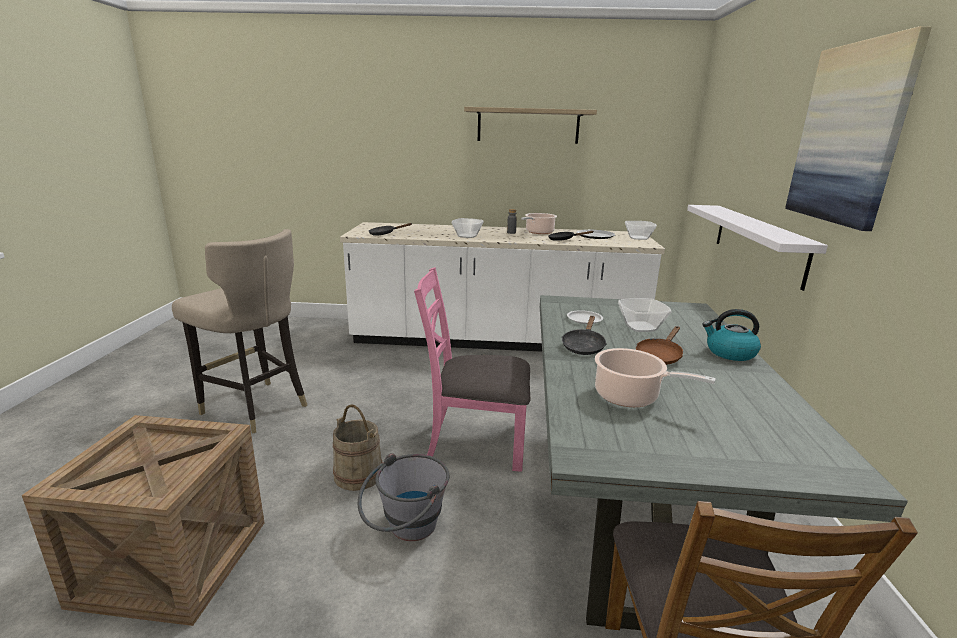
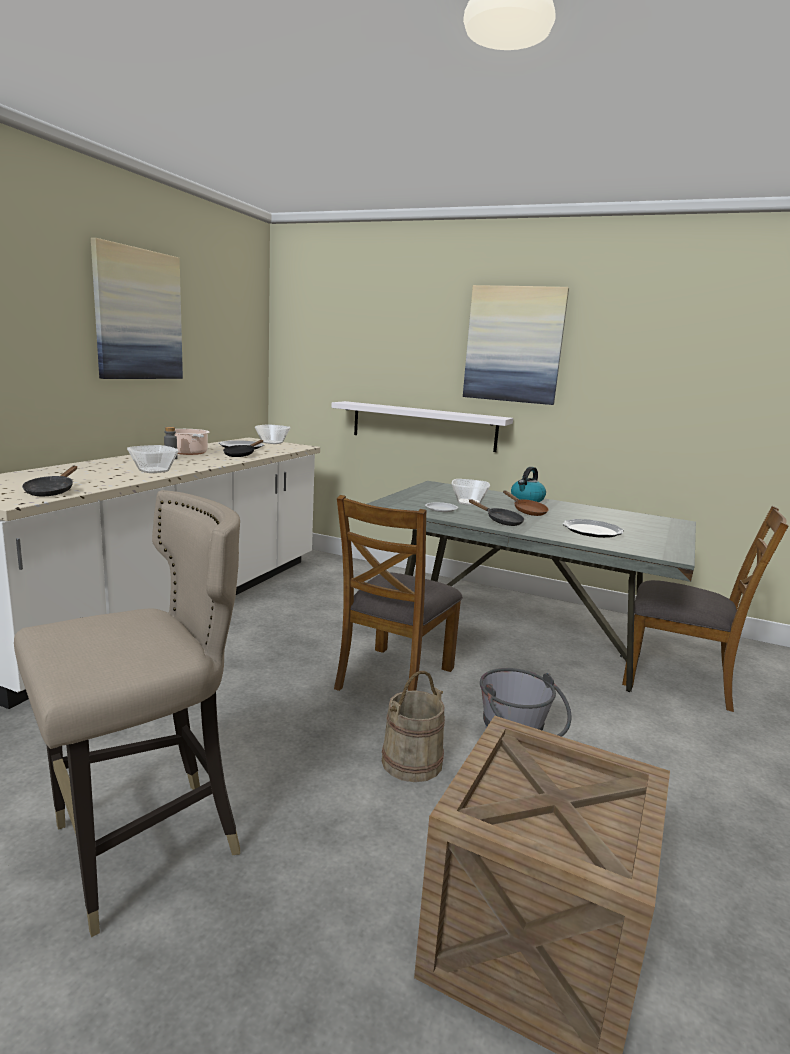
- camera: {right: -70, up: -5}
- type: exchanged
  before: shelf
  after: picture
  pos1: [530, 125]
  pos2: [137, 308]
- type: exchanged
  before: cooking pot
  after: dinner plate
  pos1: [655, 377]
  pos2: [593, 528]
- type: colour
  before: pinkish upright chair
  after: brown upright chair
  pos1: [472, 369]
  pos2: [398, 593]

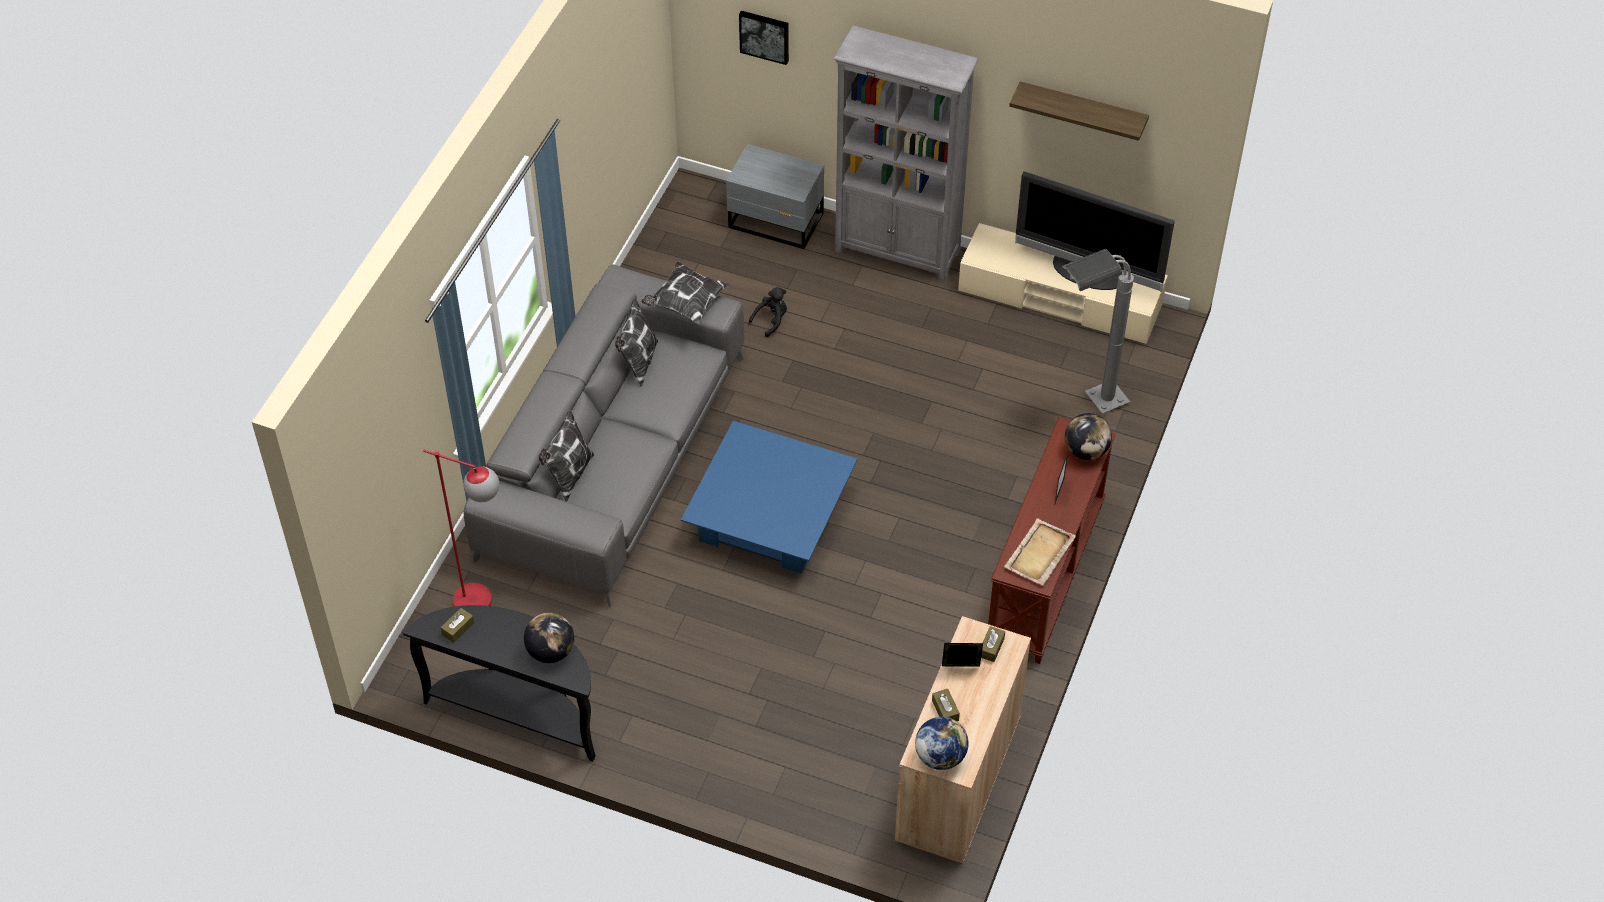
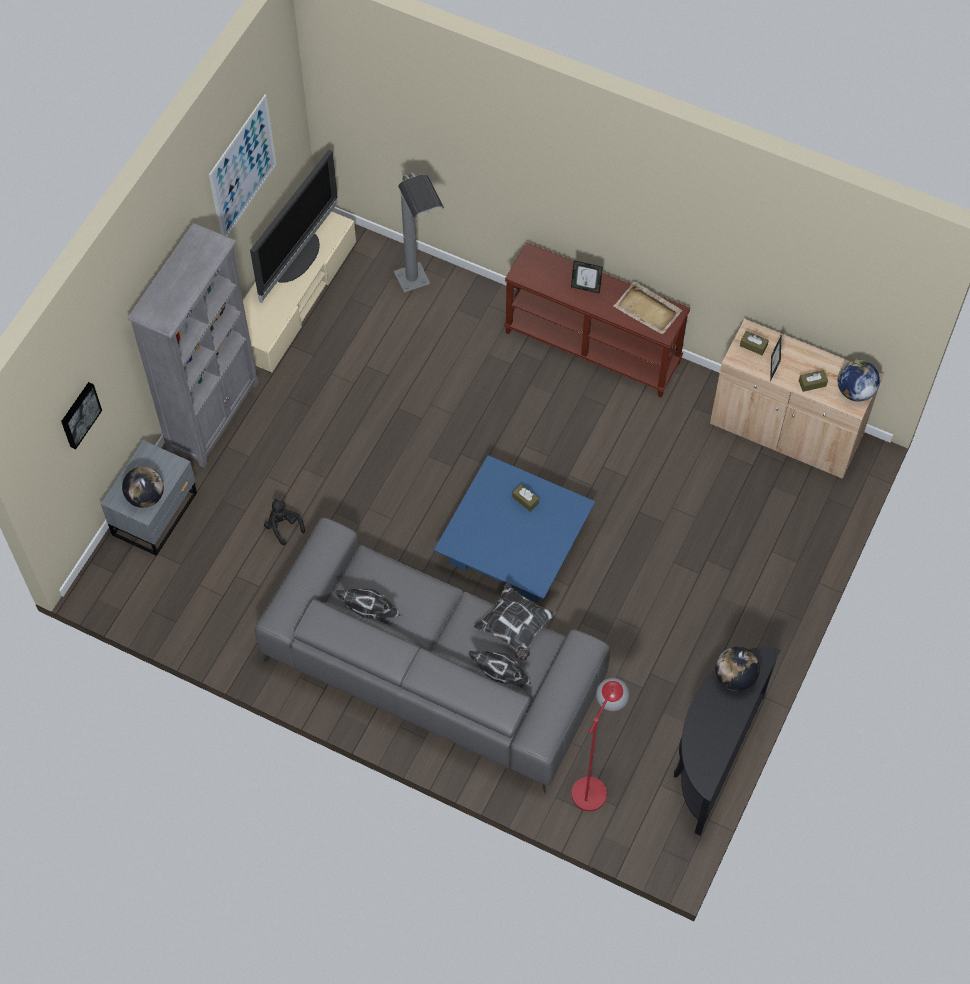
- camera: {right: -85, up: 10}
- type: relocated
  before: brown tissue holder
  pos1: [457, 625]
  pos2: [525, 498]
- type: relocated
  before: cushion
  pos1: [686, 292]
  pos2: [514, 622]
- type: relocated
  before: globe
  pos1: [1088, 436]
  pos2: [143, 487]
- type: exchanged
  before: shelf
  after: picture
  pos1: [1079, 111]
  pos2: [243, 165]

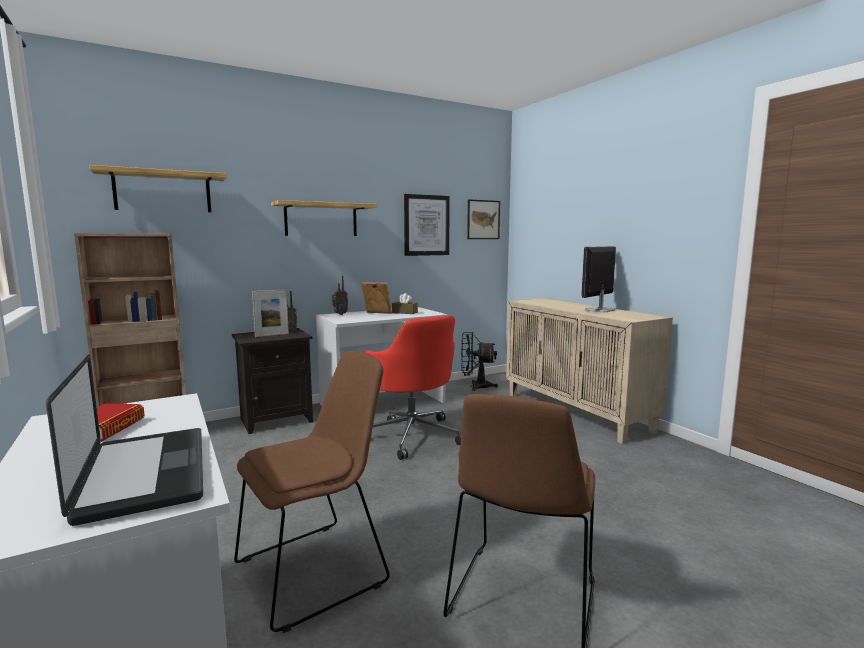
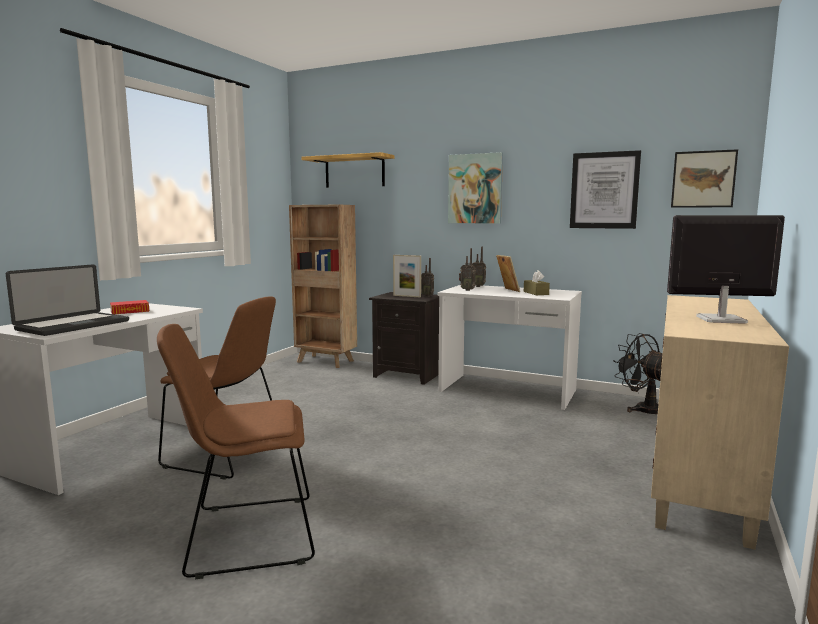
- camera: {right: 55, up: 0}
- type: missing
  before: reddish office chair
  pos1: [412, 387]
- type: appeared
  after: radio
  pos2: [467, 269]
- type: exchanged
  before: shelf
  after: picture
  pos1: [324, 218]
  pos2: [475, 188]

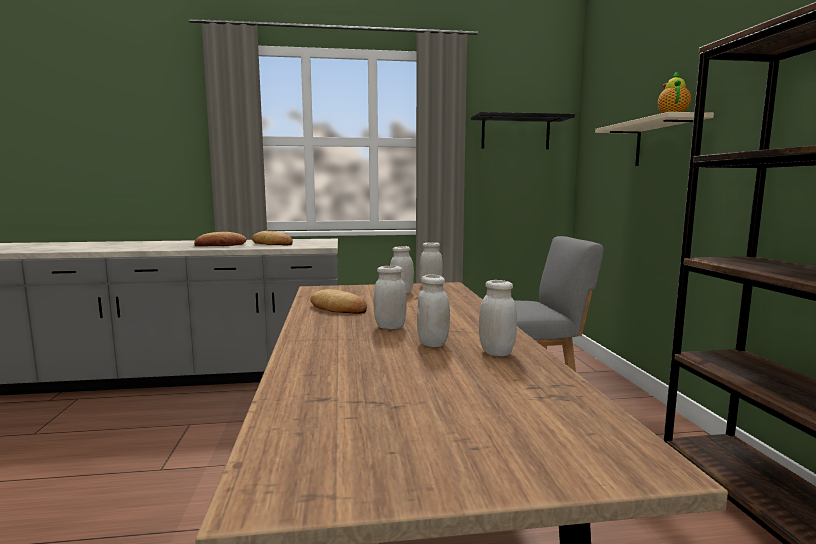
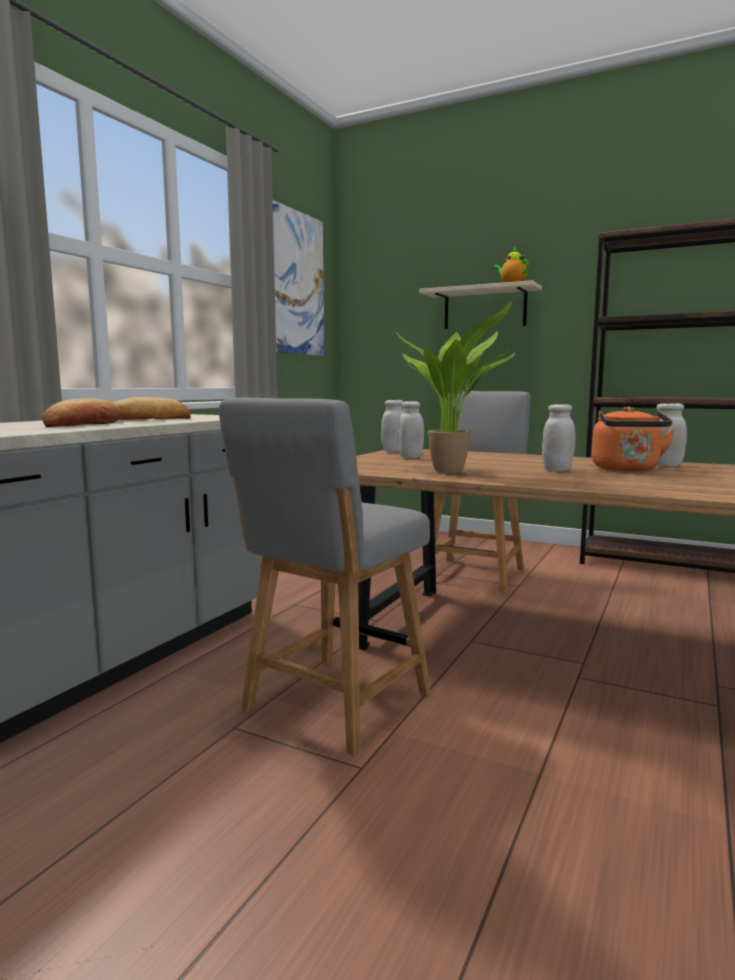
- camera: {right: -55, up: 0}
- type: appeared
  after: gray upright chair
  pos2: [325, 577]
- type: exchanged
  before: bakery bread
  after: houseplant
  pos1: [338, 301]
  pos2: [455, 387]
- type: exchanged
  before: white storage jar
  after: orange-coloured tea kettle
  pos1: [433, 310]
  pos2: [633, 438]
- type: exchanged
  before: black-coloured shelf
  after: picture
  pos1: [523, 130]
  pos2: [298, 278]

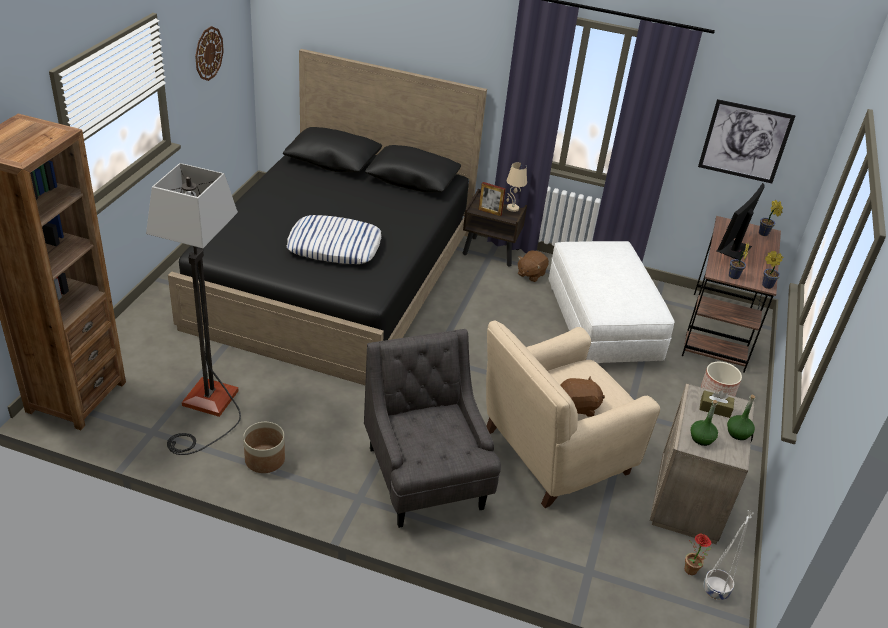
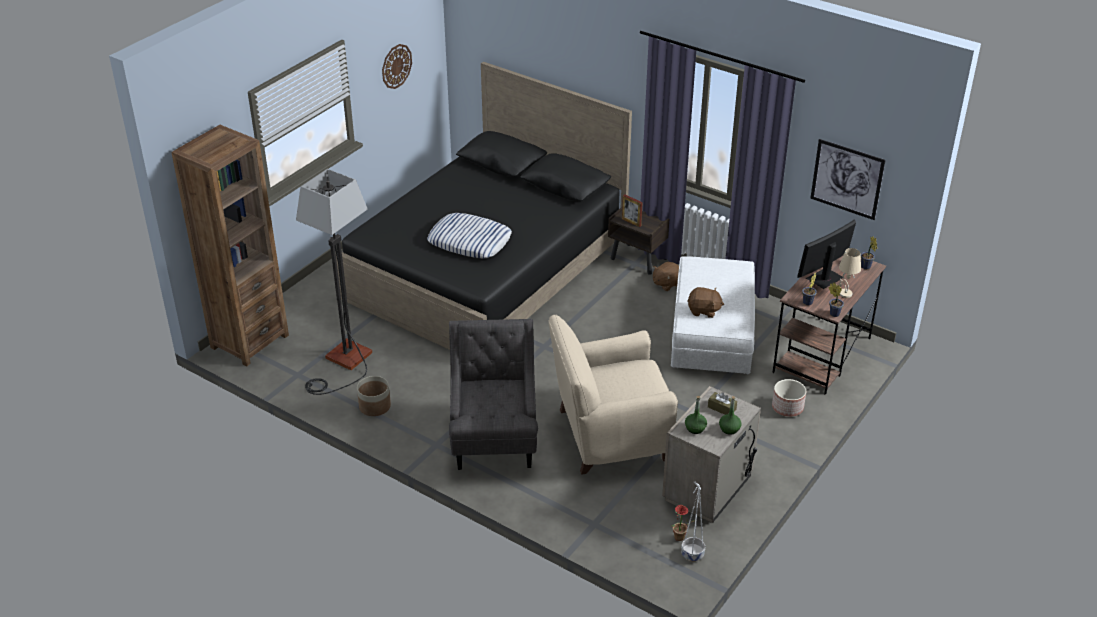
- camera: {right: 20, up: 0}
- type: relocated
  before: beige tabletop lamp
  pos1: [516, 187]
  pos2: [850, 273]
- type: relocated
  before: brown soft toy
  pos1: [582, 396]
  pos2: [705, 302]

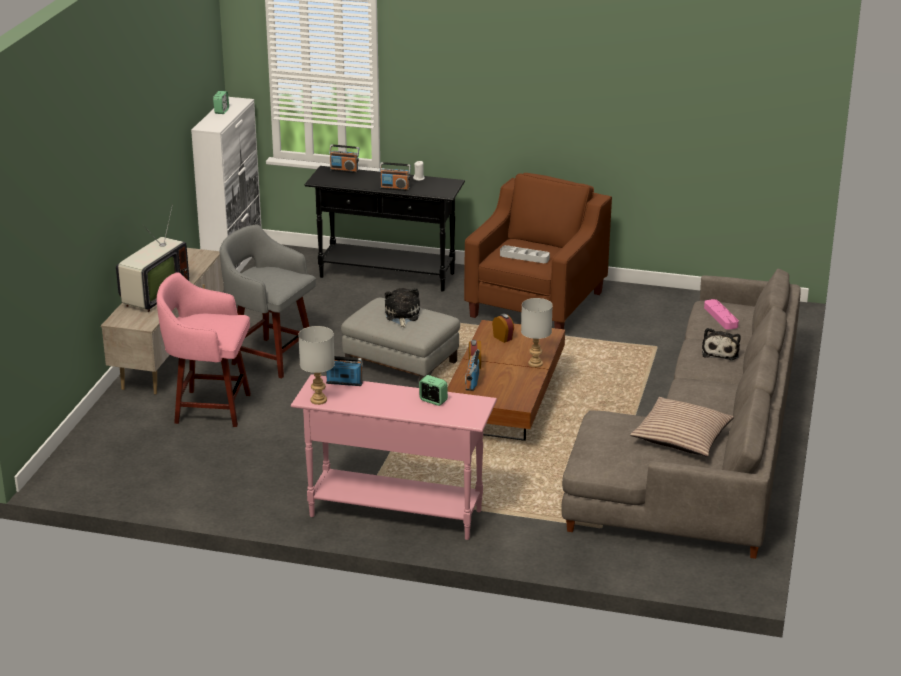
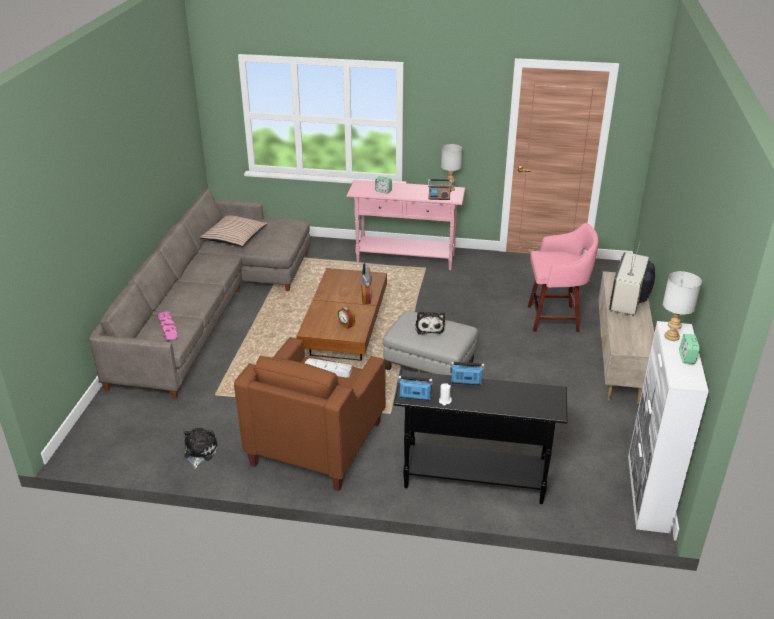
- camera: {right: 175, up: 5}
- type: missing
  before: gray stool seat
  pos1: [268, 301]
- type: relocated
  before: radio
  pos1: [344, 158]
  pos2: [415, 388]
- type: relocated
  before: gray tabletop lamp
  pos1: [537, 332]
  pos2: [682, 306]
- type: relocated
  before: soft toy
  pos1: [721, 344]
  pos2: [201, 448]

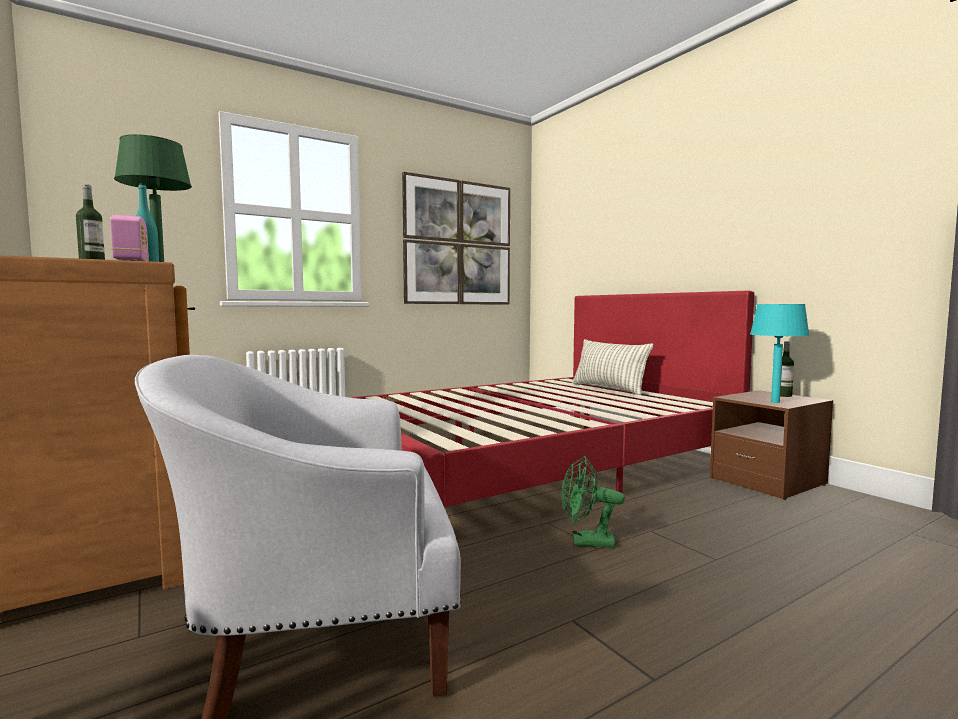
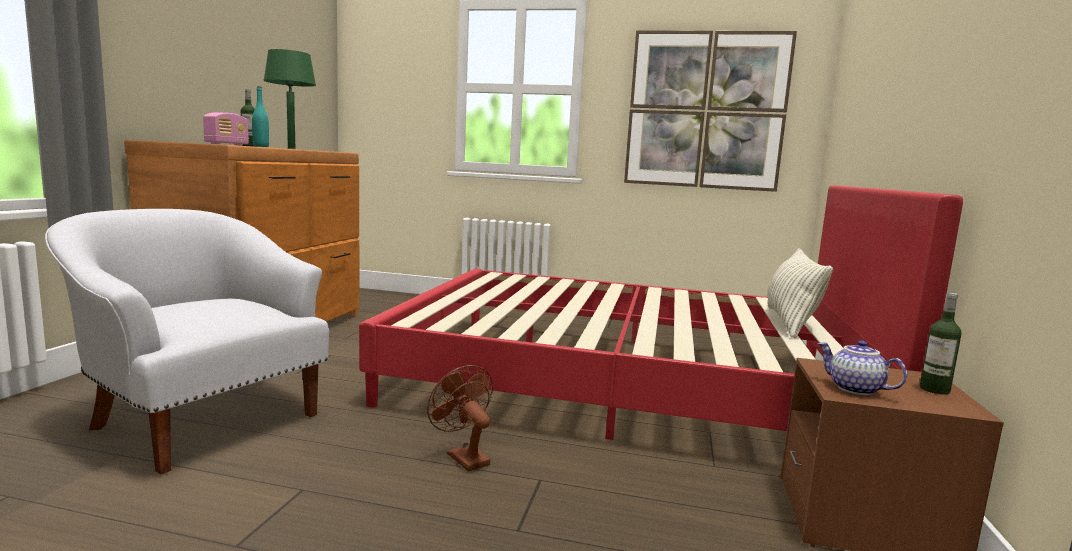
- camera: {right: 45, up: 5}
- type: exchanged
  before: turquoise tabletop lamp
  after: tea pot
  pos1: [780, 353]
  pos2: [862, 367]
- type: colour
  before: green fan
  after: brown fan
  pos1: [593, 501]
  pos2: [460, 418]

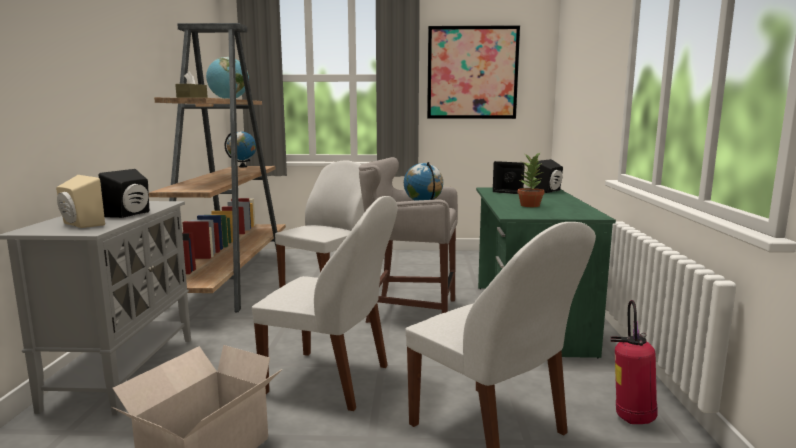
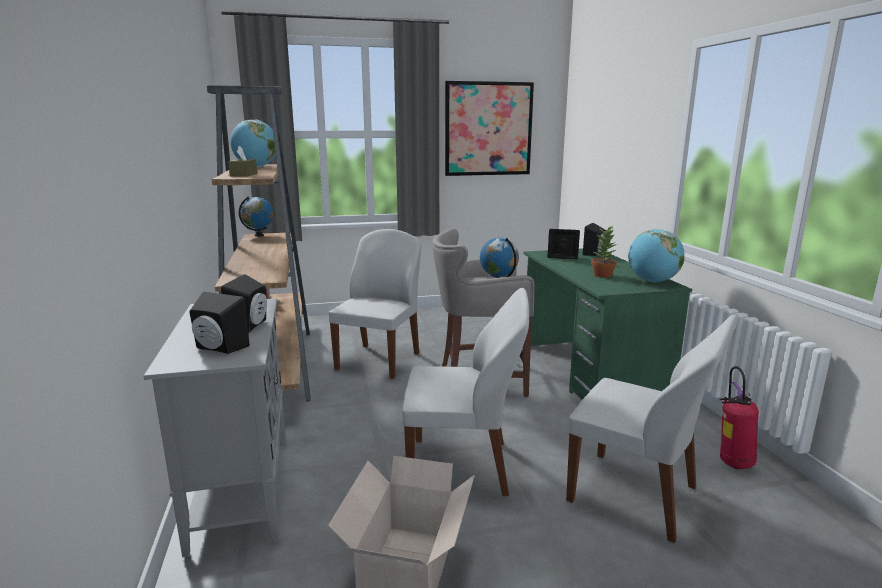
- camera: {right: -15, up: 5}
- type: appeared
  after: globe
  pos2: [656, 255]
- type: colour
  before: beige loudspeaker
  after: black-coloured loudspeaker
  pos1: [80, 201]
  pos2: [219, 323]

